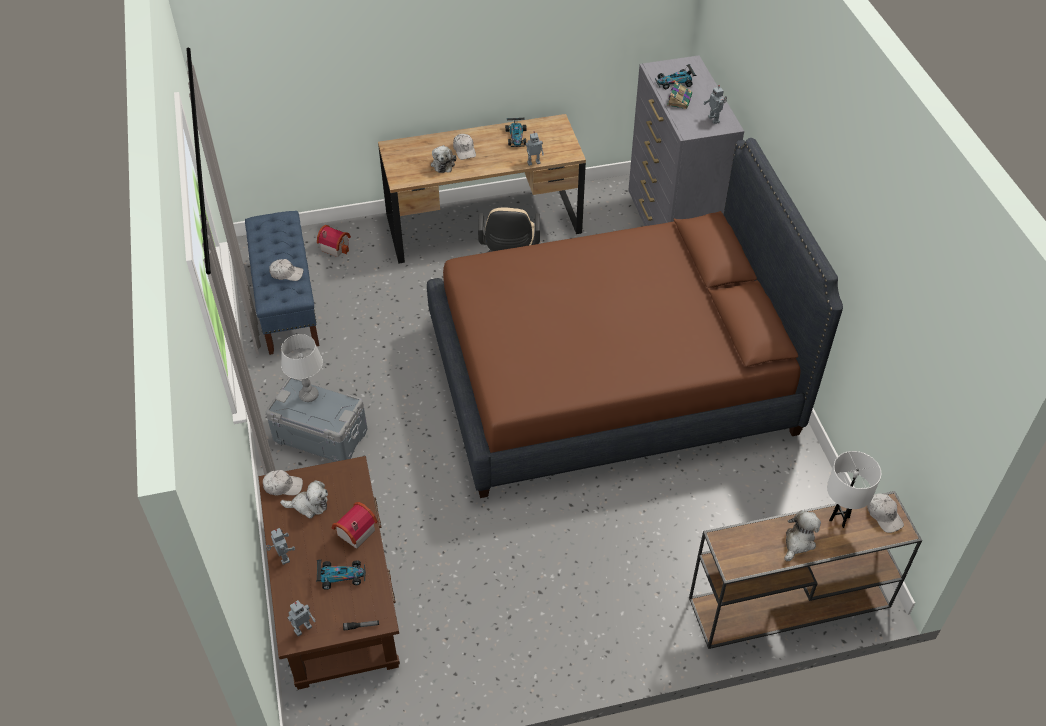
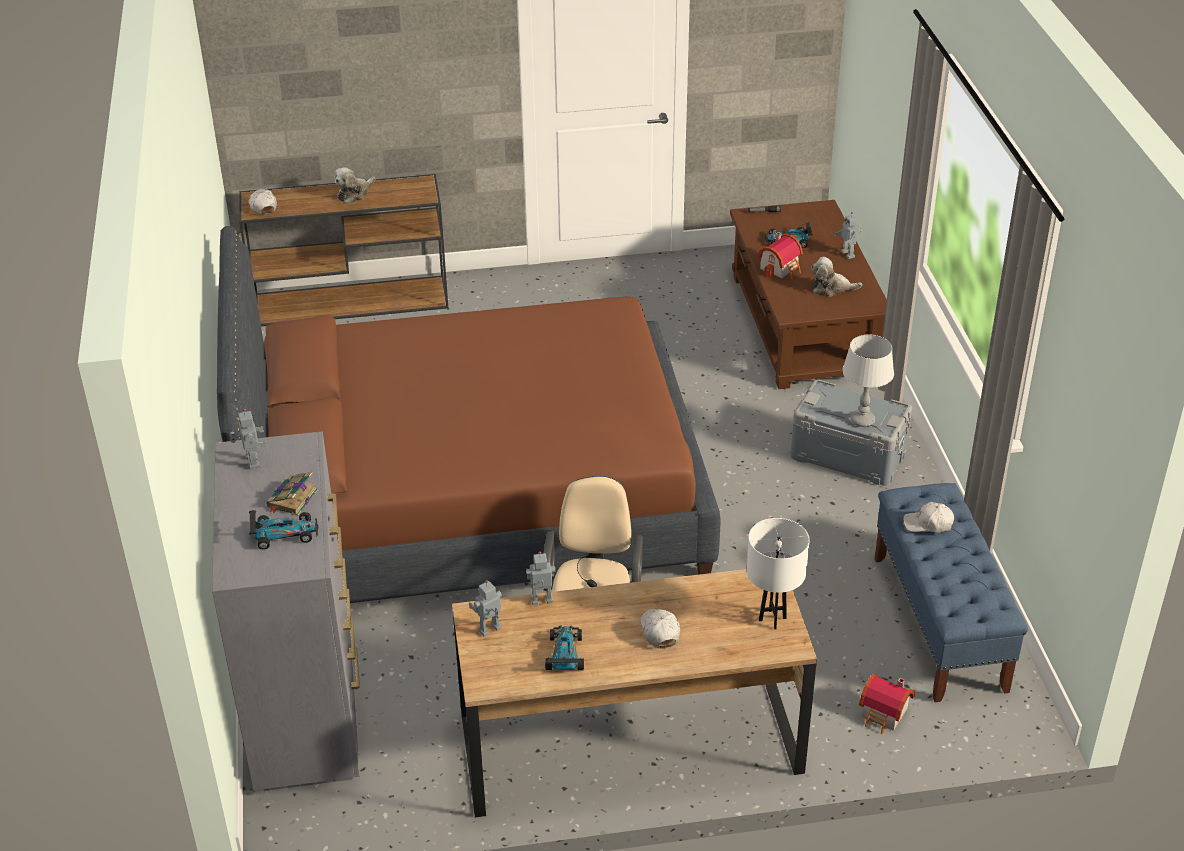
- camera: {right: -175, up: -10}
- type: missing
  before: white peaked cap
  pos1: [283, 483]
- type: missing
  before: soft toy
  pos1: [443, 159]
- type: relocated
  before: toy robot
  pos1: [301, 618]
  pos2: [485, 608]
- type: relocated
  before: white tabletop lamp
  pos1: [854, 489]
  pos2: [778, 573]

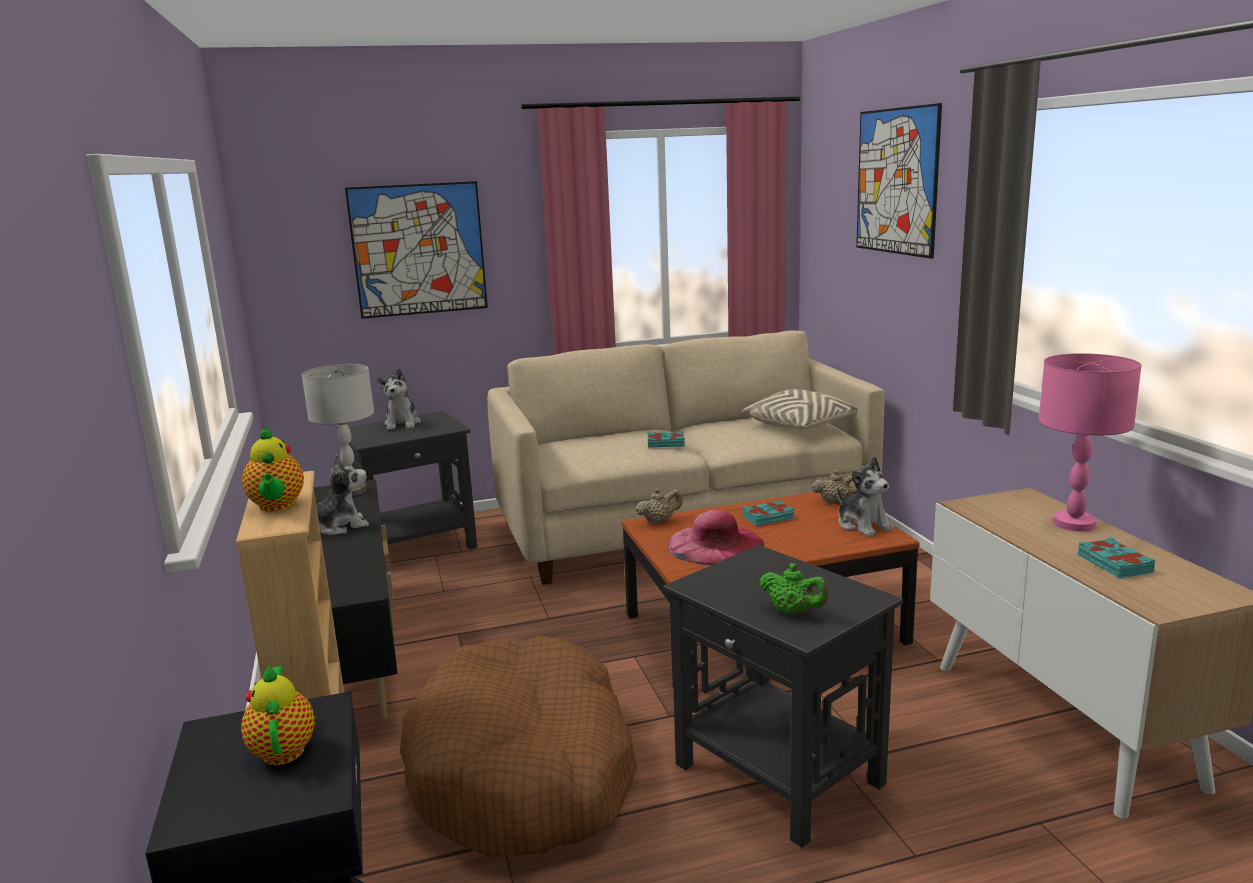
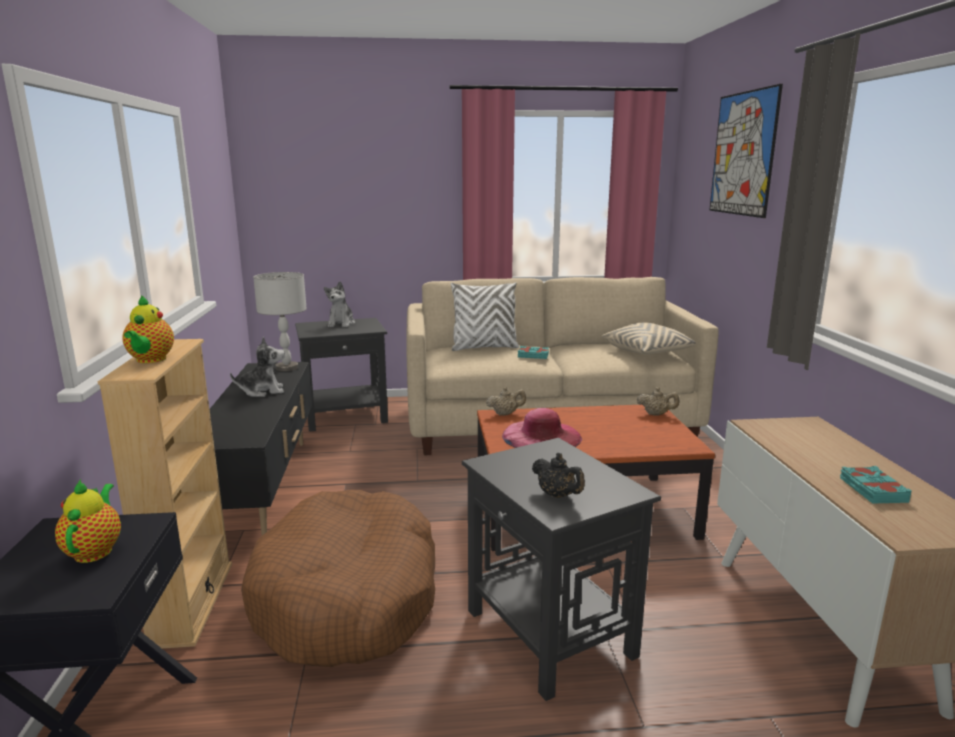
- camera: {right: 10, up: 0}
- type: missing
  before: picture
  pos1: [416, 250]
- type: missing
  before: turquoise bound book
  pos1: [768, 513]
- type: missing
  before: soft toy
  pos1: [865, 497]
- type: missing
  before: pinkish tabletop lamp
  pos1: [1090, 442]
- type: appeared
  after: white cushion
  pos2: [485, 316]
- type: colour
  before: green tea pot
  after: black-coloured tea pot
  pos1: [793, 589]
  pos2: [558, 475]

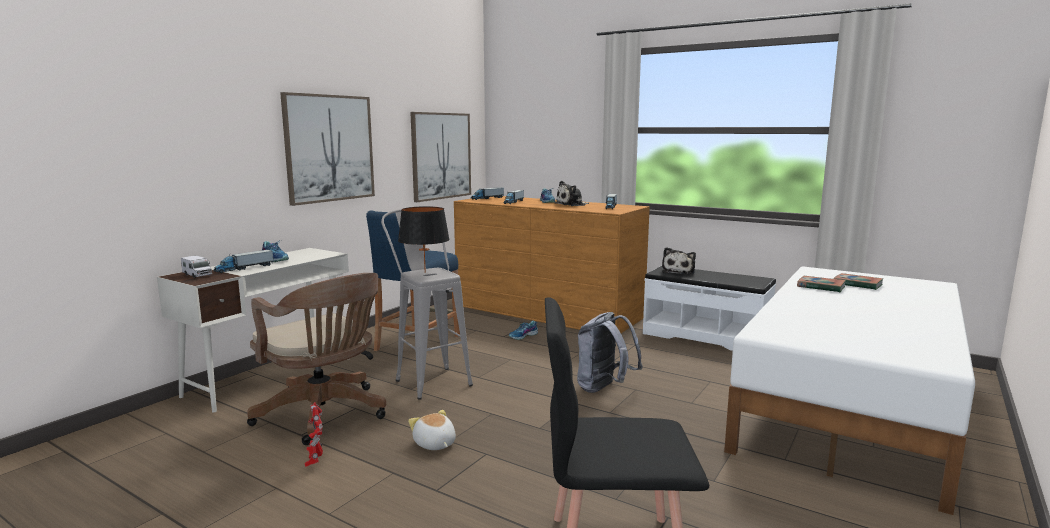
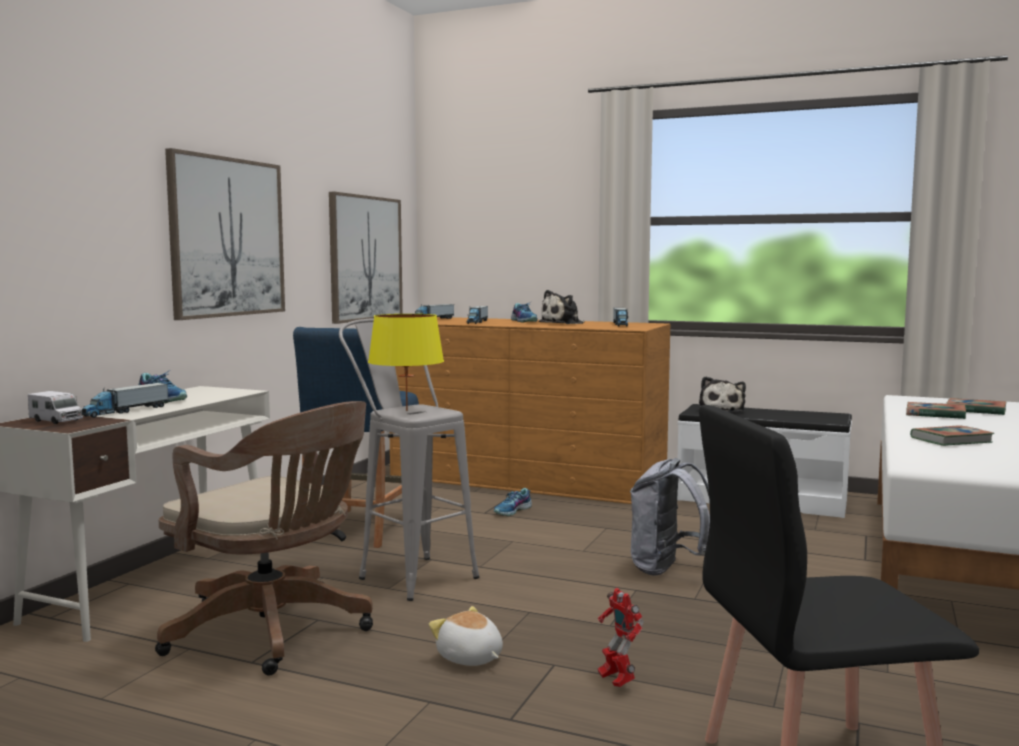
- camera: {right: -10, up: -5}
- type: appeared
  after: bound book
  pos2: [952, 435]
- type: relocated
  before: toy robot
  pos1: [314, 434]
  pos2: [621, 637]
- type: colour
  before: black-coloured tabletop lamp
  after: yellowish tabletop lamp
  pos1: [424, 239]
  pos2: [406, 362]

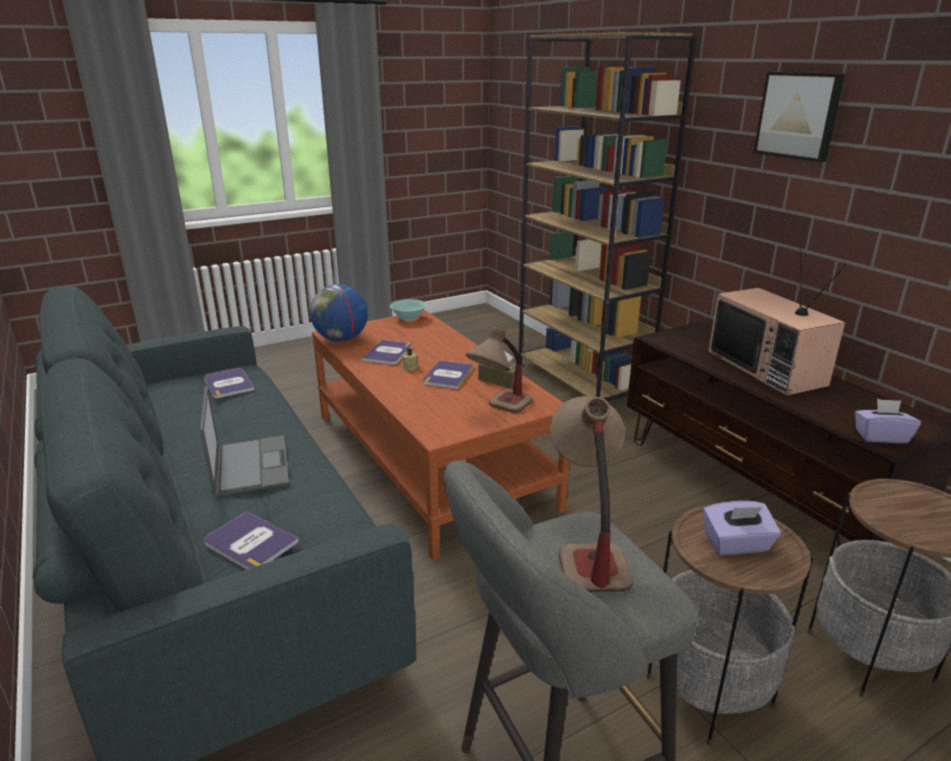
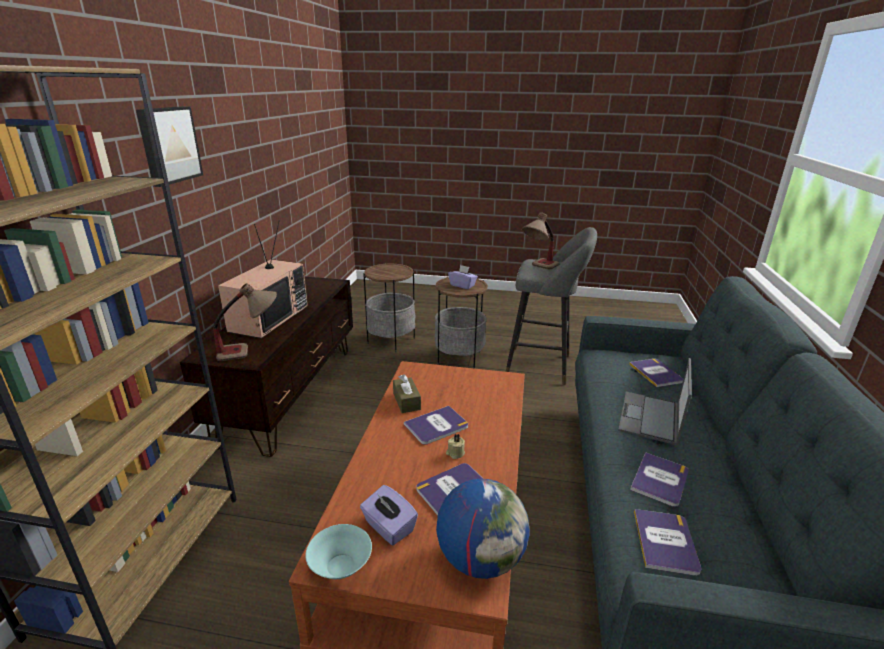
- camera: {right: -140, up: 0}
- type: appeared
  after: bound book
  pos2: [659, 479]
- type: relocated
  before: tabletop lamp
  pos1: [499, 370]
  pos2: [245, 322]
- type: relocated
  before: purple tissue holder
  pos1: [887, 421]
  pos2: [389, 515]

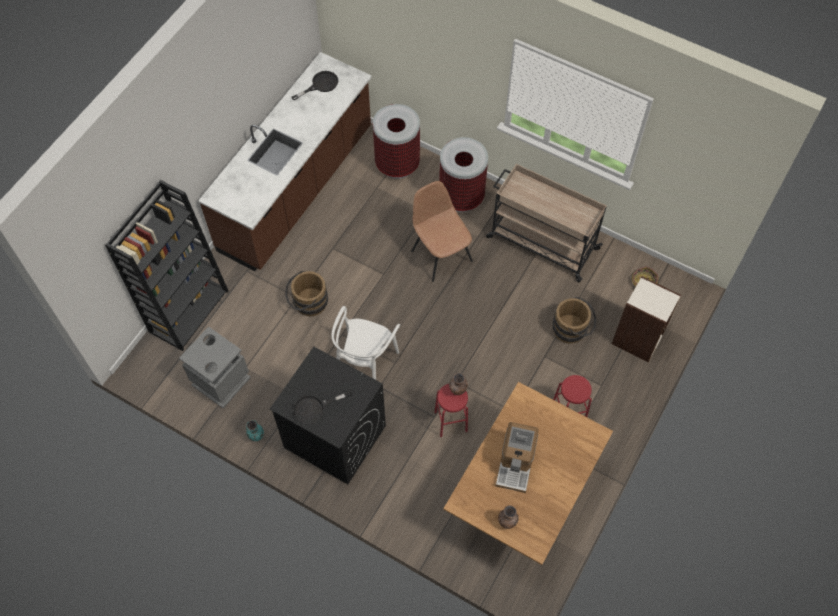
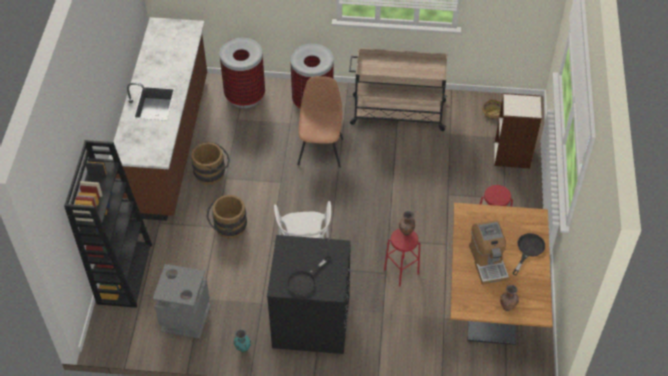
- camera: {right: -25, up: -10}
- type: relocated
  before: black-coloured skillet
  pos1: [314, 85]
  pos2: [528, 254]
- type: relocated
  before: brown pail
  pos1: [574, 320]
  pos2: [210, 163]
- type: spun
  before: brown upright chair
  pos1: [442, 231]
  pos2: [320, 122]
  turn: 60

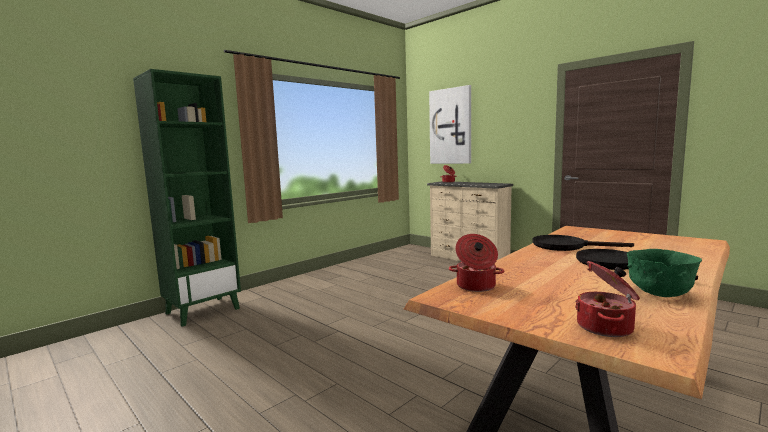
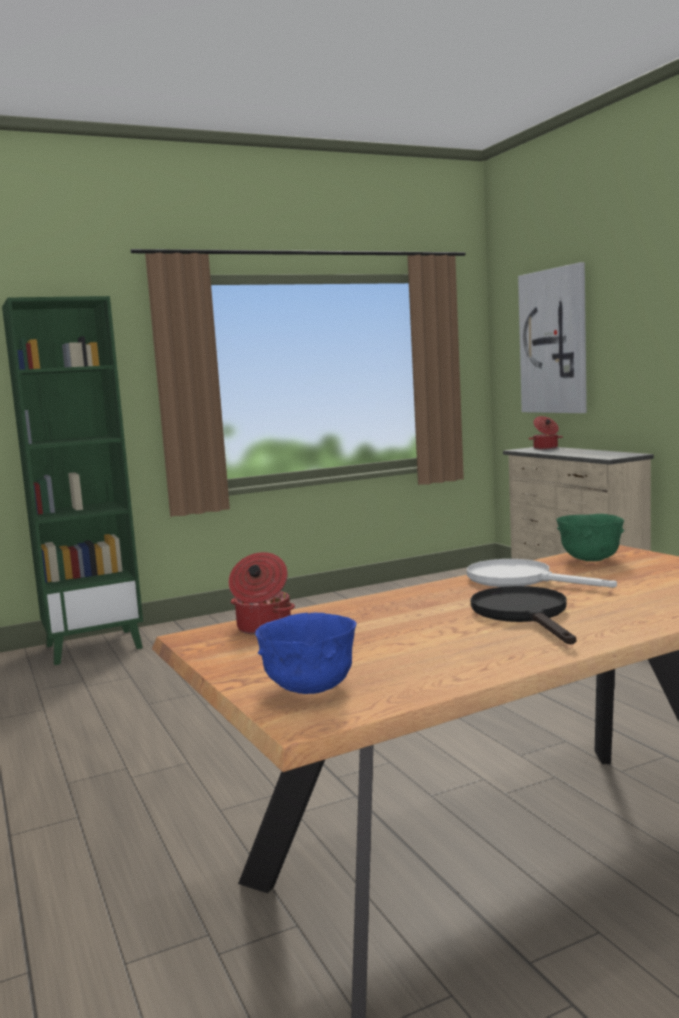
- camera: {right: 20, up: 0}
- type: relocated
  before: green deep dish
  pos1: [664, 273]
  pos2: [590, 537]
- type: exchanged
  before: cooking pot
  after: blue deep dish
  pos1: [607, 299]
  pos2: [305, 653]
- type: colour
  before: black-coloured skillet
  after: white skillet
  pos1: [583, 243]
  pos2: [542, 573]

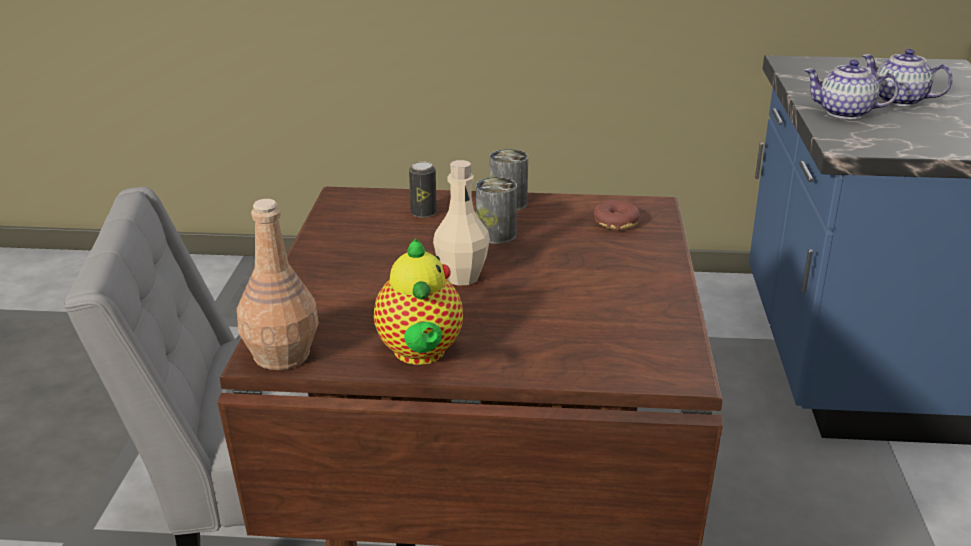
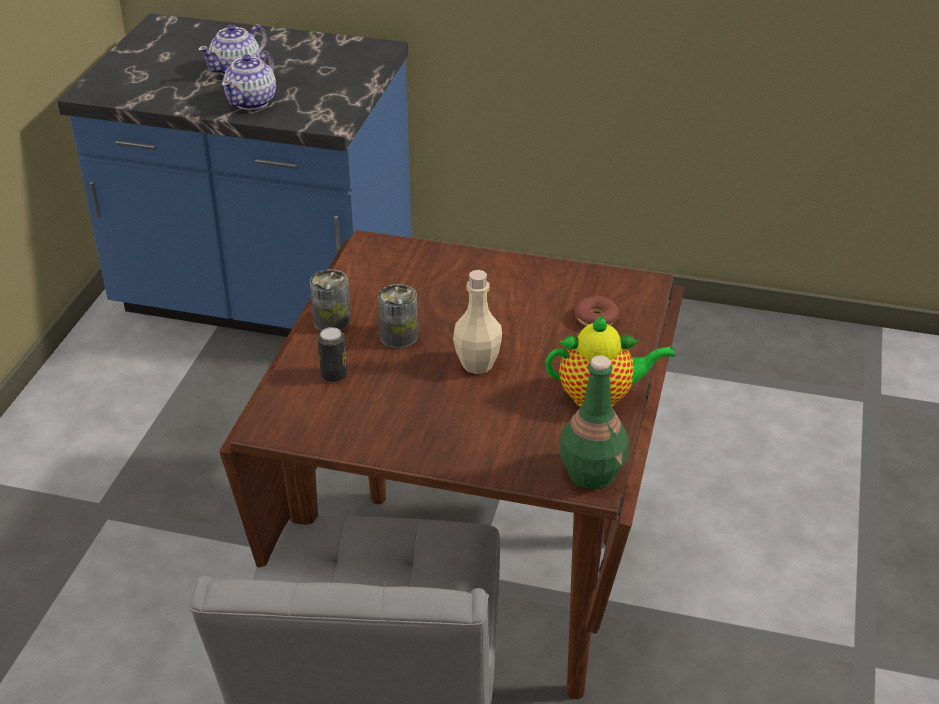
- camera: {right: -80, up: 10}
- type: relocated
  before: ring doughnut
  pos1: [617, 215]
  pos2: [596, 311]
- type: colour
  before: brown bottle
  after: green bottle
  pos1: [278, 284]
  pos2: [594, 422]

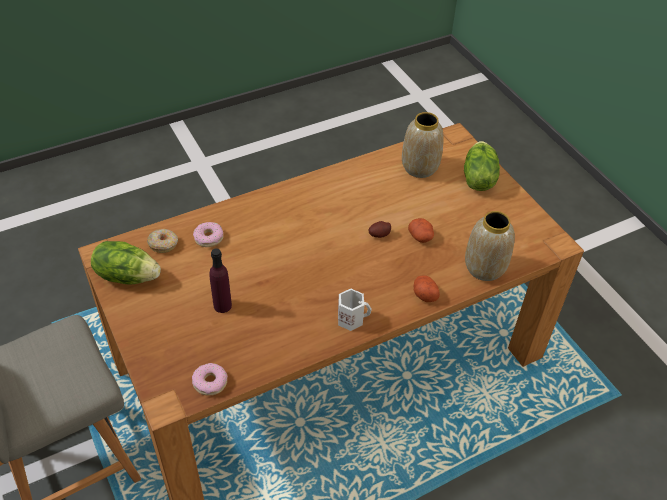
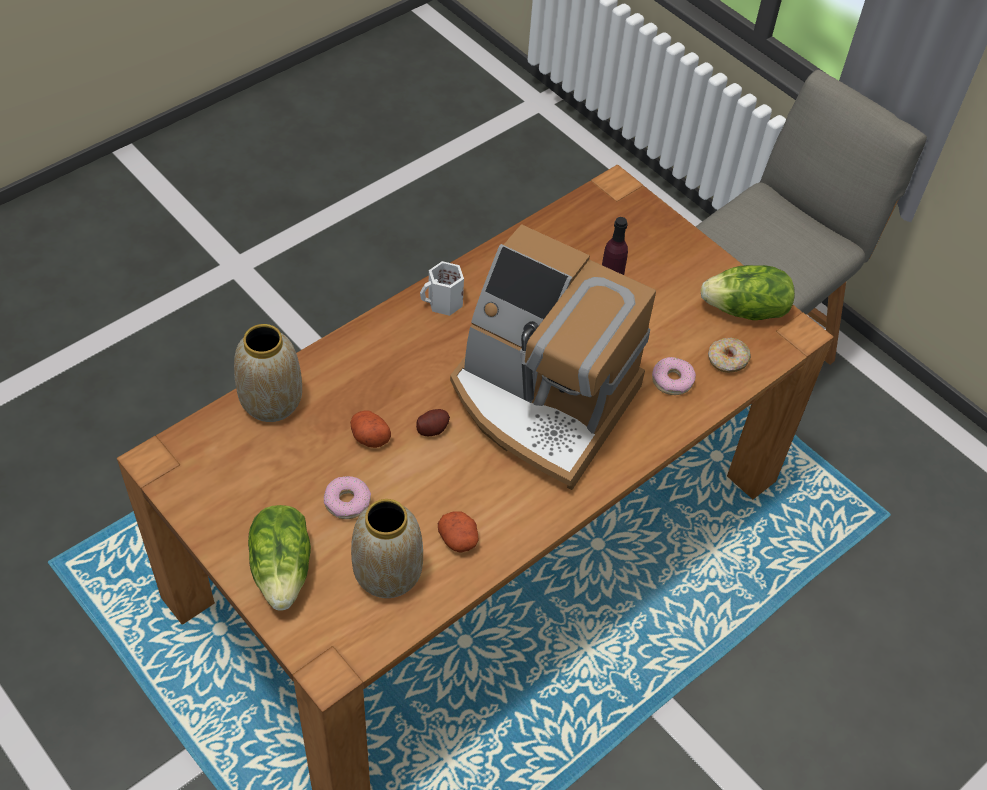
- camera: {right: 165, up: 5}
- type: appeared
  after: coffee maker
  pos2: [553, 357]
- type: relocated
  before: ring doughnut
  pos1: [210, 379]
  pos2: [347, 497]
- type: relocated
  before: whole potato
  pos1: [427, 288]
  pos2: [458, 532]

